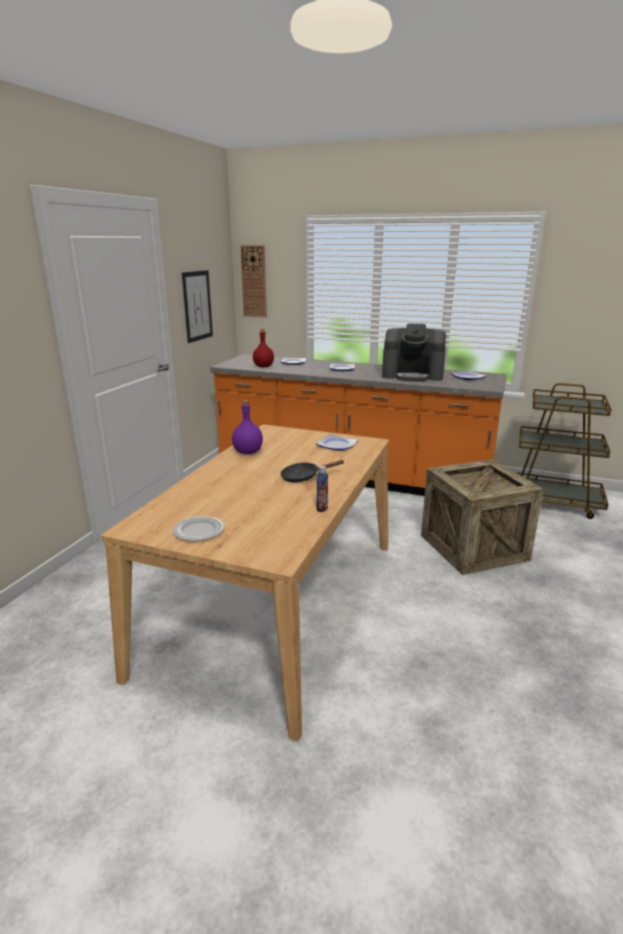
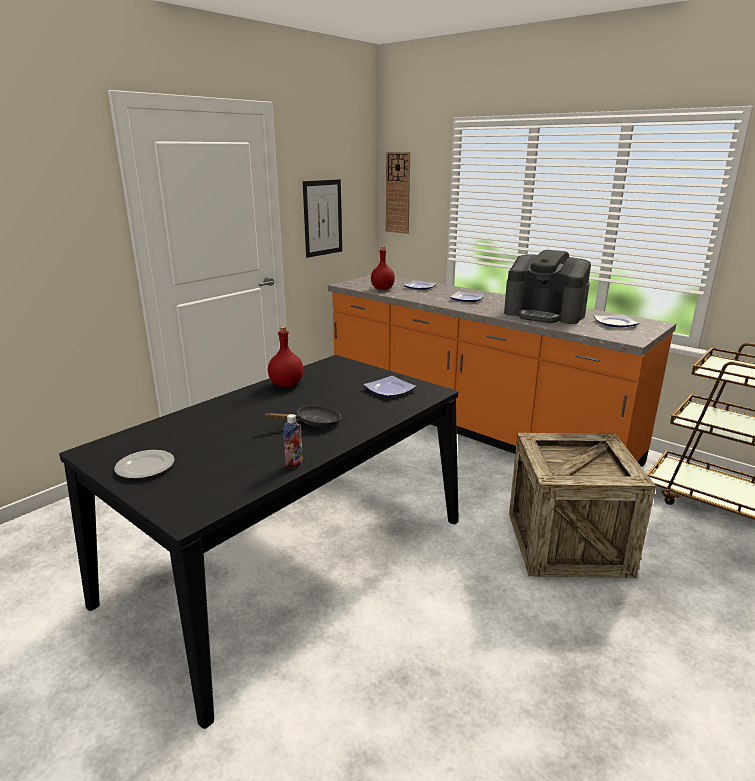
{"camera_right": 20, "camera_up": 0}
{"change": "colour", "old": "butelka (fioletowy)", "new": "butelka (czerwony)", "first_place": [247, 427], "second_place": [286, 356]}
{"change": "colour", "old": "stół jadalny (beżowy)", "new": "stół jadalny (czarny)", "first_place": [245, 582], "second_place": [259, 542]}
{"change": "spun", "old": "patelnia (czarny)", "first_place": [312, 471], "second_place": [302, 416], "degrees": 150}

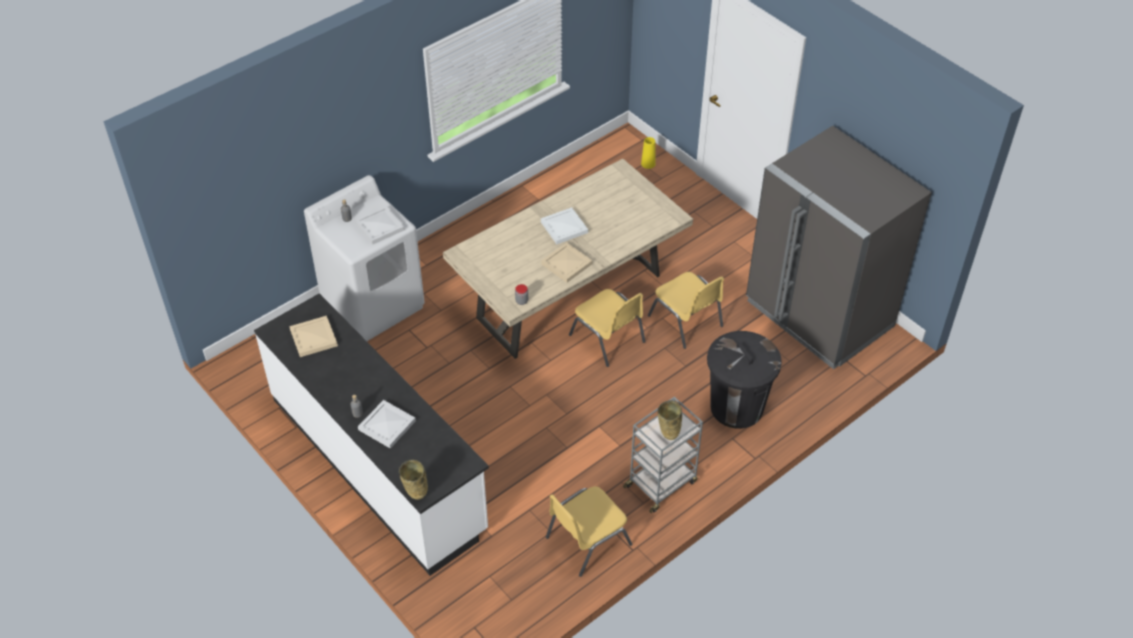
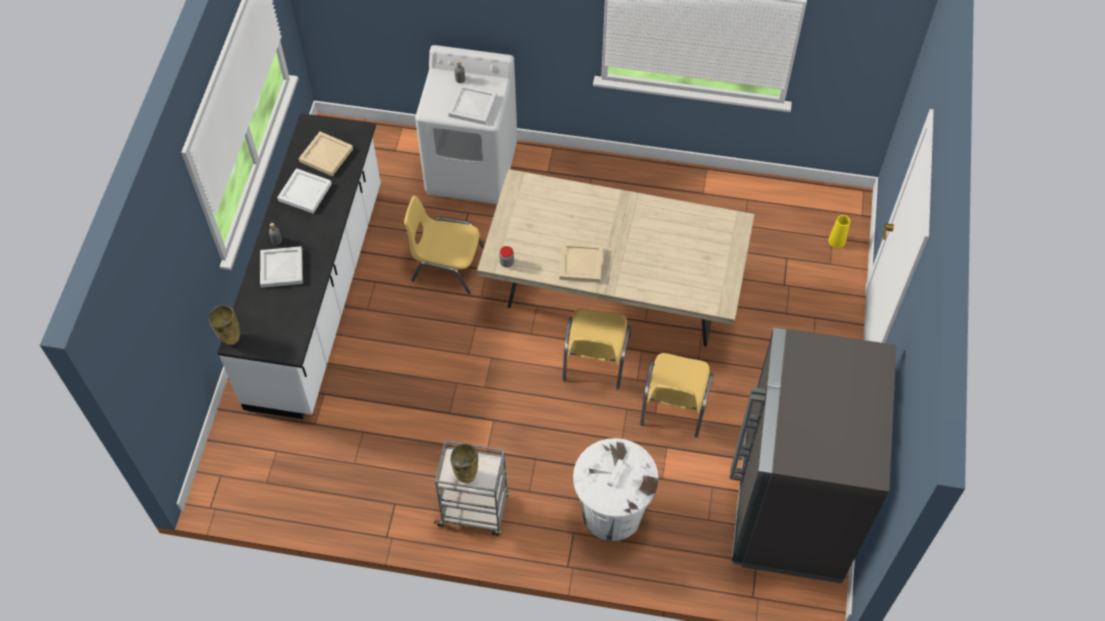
{"camera_right": 50, "camera_up": 10}
{"change": "relocated", "old": "taca (biały)", "first_place": [564, 225], "second_place": [304, 190]}
{"change": "colour", "old": "kosz na śmieci (czarny)", "new": "kosz na śmieci (biały)", "first_place": [744, 380], "second_place": [615, 489]}
{"change": "relocated", "old": "krzesło (żółty)", "first_place": [589, 531], "second_place": [444, 245]}

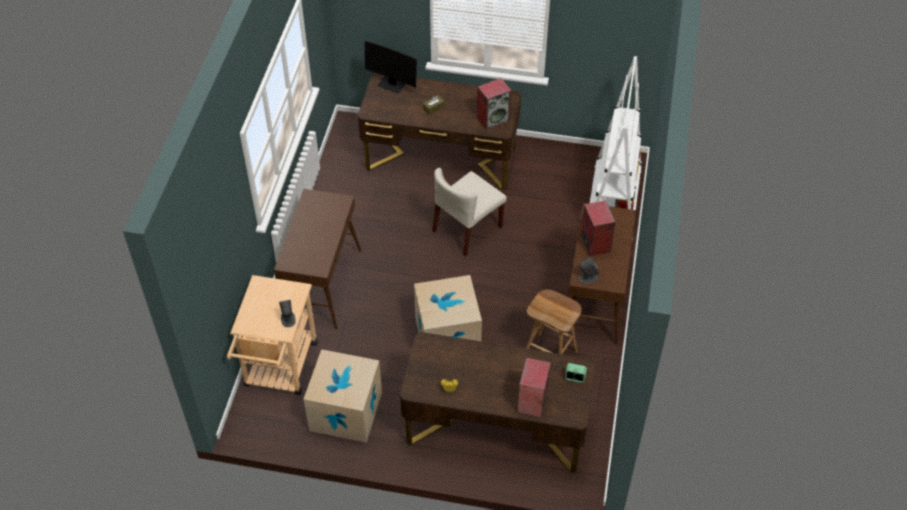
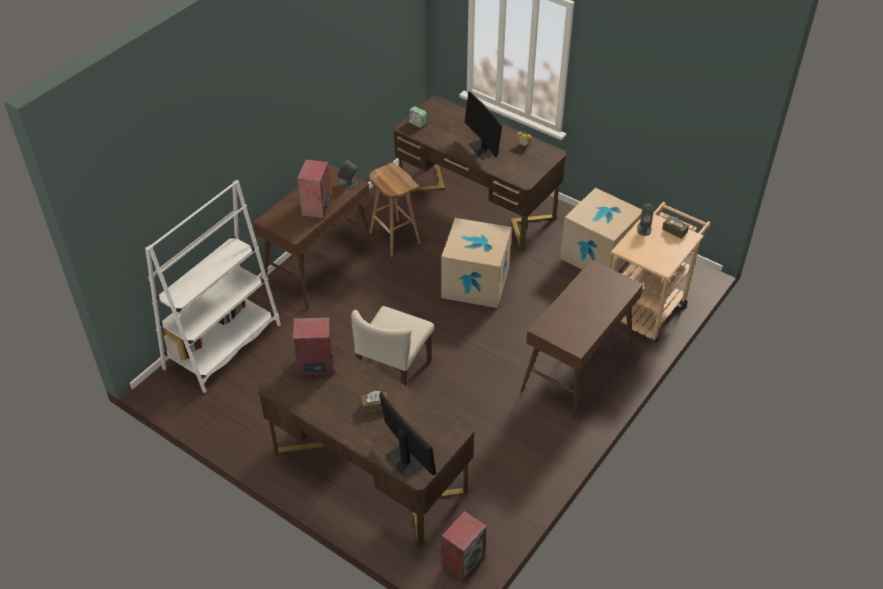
{"camera_right": -155, "camera_up": -5}
{"change": "spun", "old": "krzesło (beżowy)", "first_place": [469, 212], "second_place": [392, 346], "degrees": 135}
{"change": "relocated", "old": "głośnik", "first_place": [534, 387], "second_place": [463, 546]}
{"change": "appeared", "new": "monitor", "second_place": [483, 125]}
{"change": "appeared", "new": "pudełko chusteczek (brązowy)", "second_place": [675, 227]}

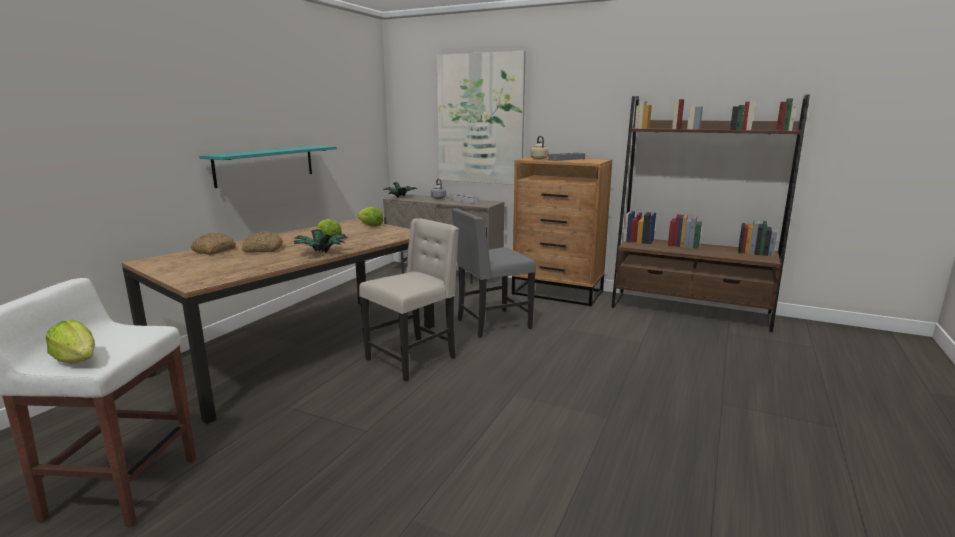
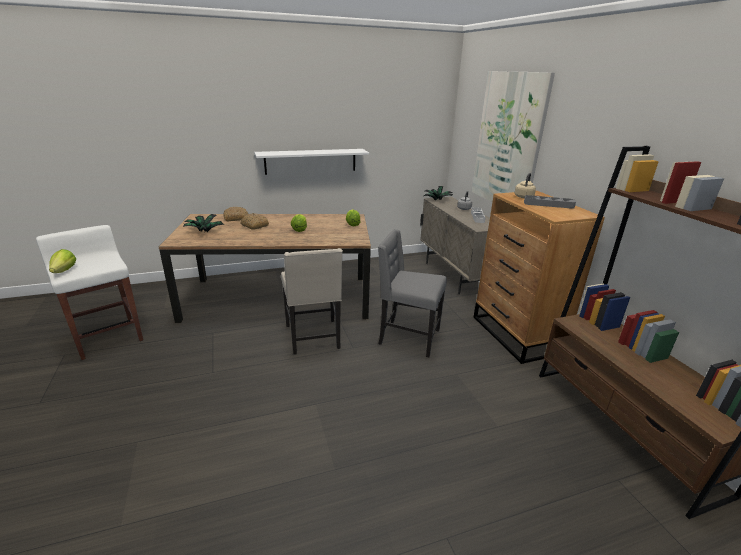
{"camera_right": 45, "camera_up": 10}
{"change": "colour", "old": "półka (turkusowy)", "new": "półka (biały)", "first_place": [268, 167], "second_place": [311, 162]}
{"change": "spun", "old": "krzesło (beżowy)", "first_place": [409, 299], "second_place": [312, 301], "degrees": 75}
{"change": "relocated", "old": "roślina doniczkowa", "first_place": [320, 241], "second_place": [203, 223]}

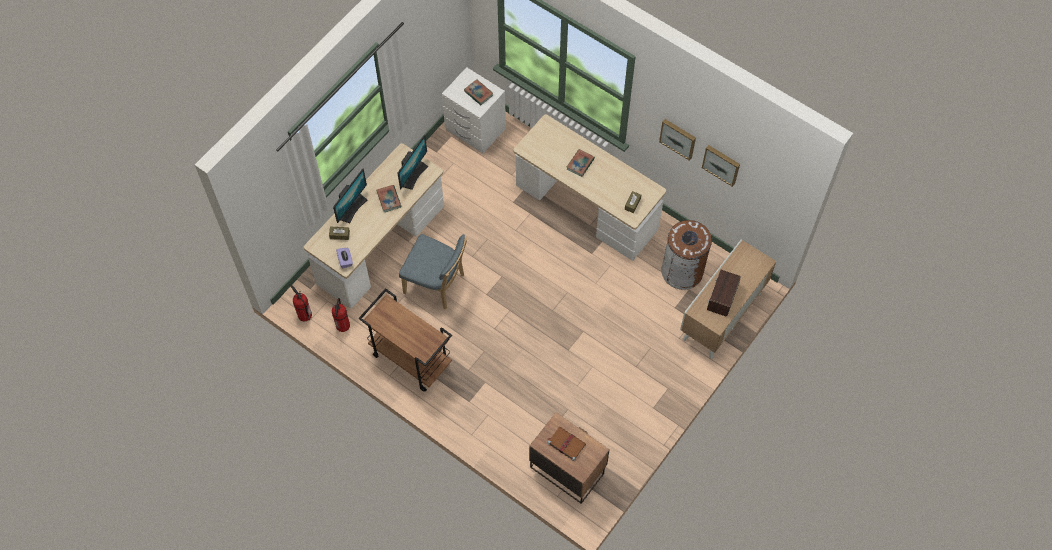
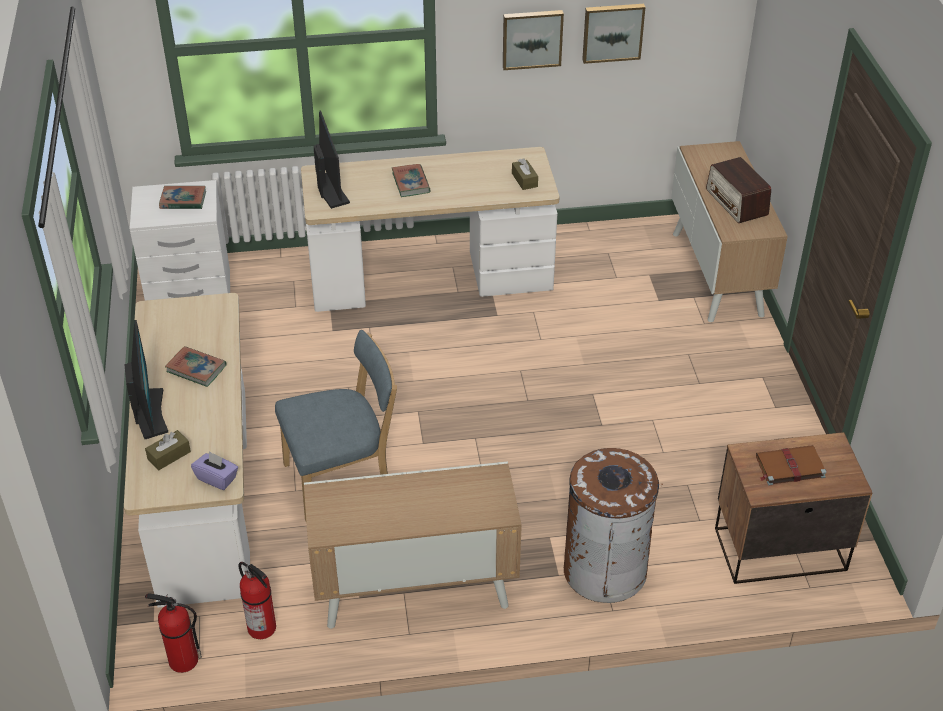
{"camera_right": -45, "camera_up": -20}
{"change": "relocated", "old": "monitor", "first_place": [413, 162], "second_place": [332, 160]}
{"change": "relocated", "old": "kosz na śmieci (brązowy)", "first_place": [686, 255], "second_place": [613, 525]}
{"change": "exchanged", "old": "wózek (brązowy)", "new": "szafka", "first_place": [405, 340], "second_place": [413, 545]}

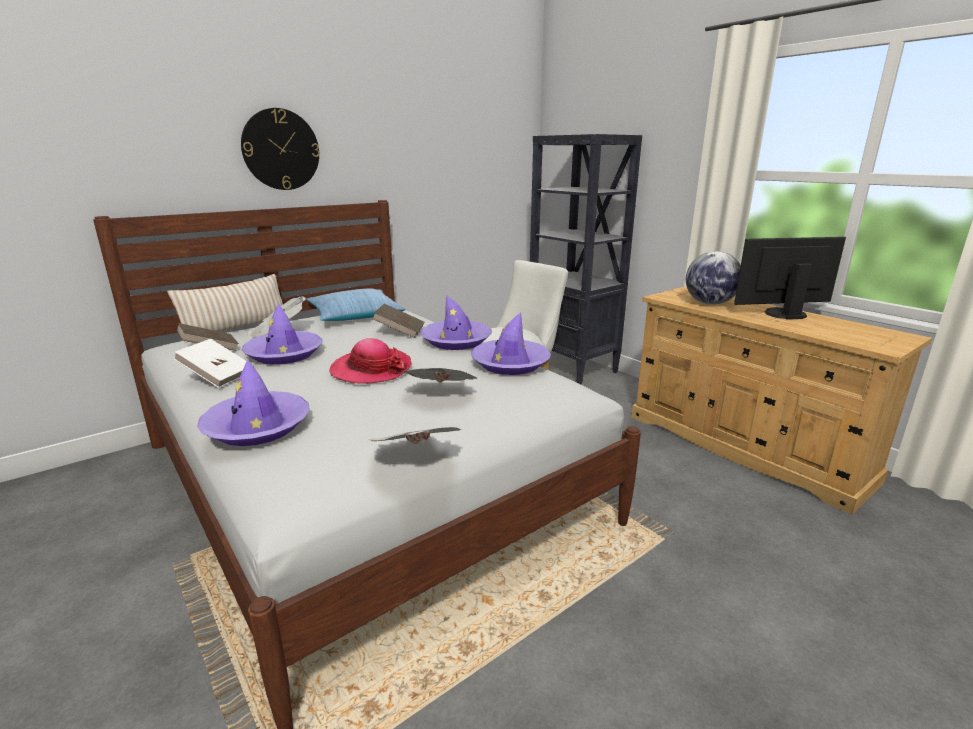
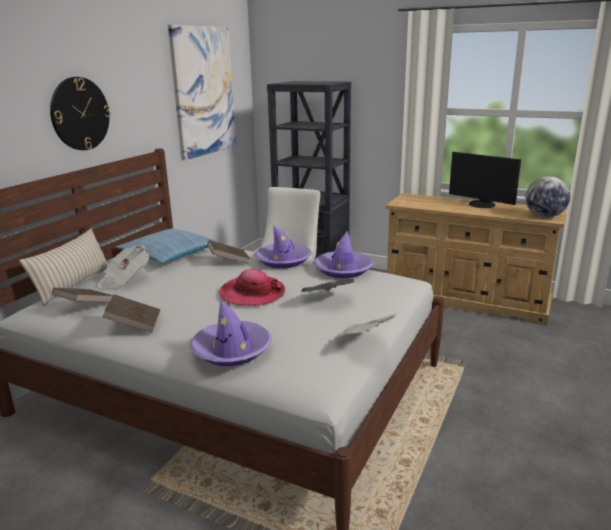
{"camera_right": -25, "camera_up": 0}
{"change": "spun", "old": "monitor", "first_place": [790, 278], "second_place": [485, 180], "degrees": -105}
{"change": "relocated", "old": "globus", "first_place": [713, 278], "second_place": [547, 197]}
{"change": "missing", "old": "kapelusz (fioletowy)", "first_place": [282, 334]}
{"change": "colour", "old": "książka (biały)", "new": "książka (brązowy)", "first_place": [214, 363], "second_place": [131, 313]}
{"change": "appeared", "new": "obraz", "second_place": [202, 92]}

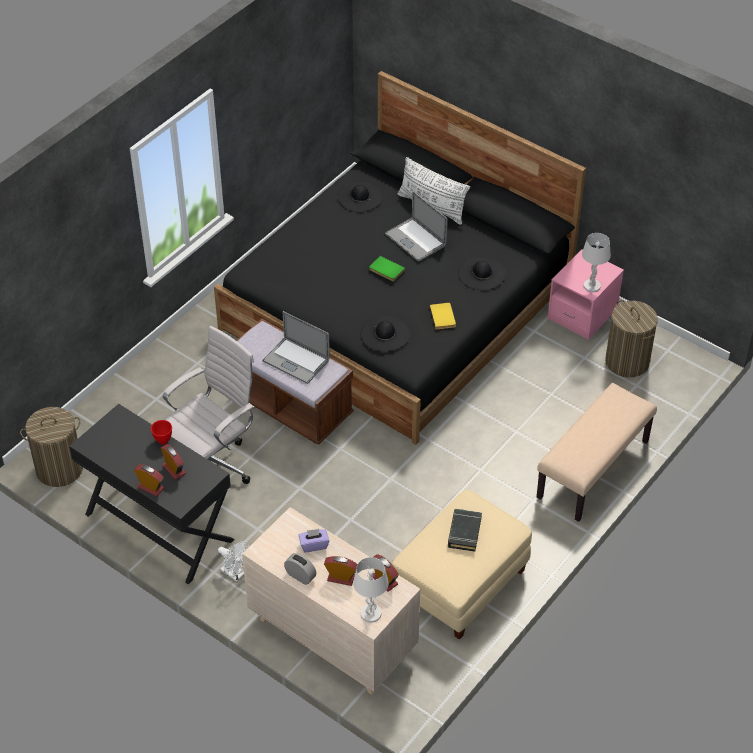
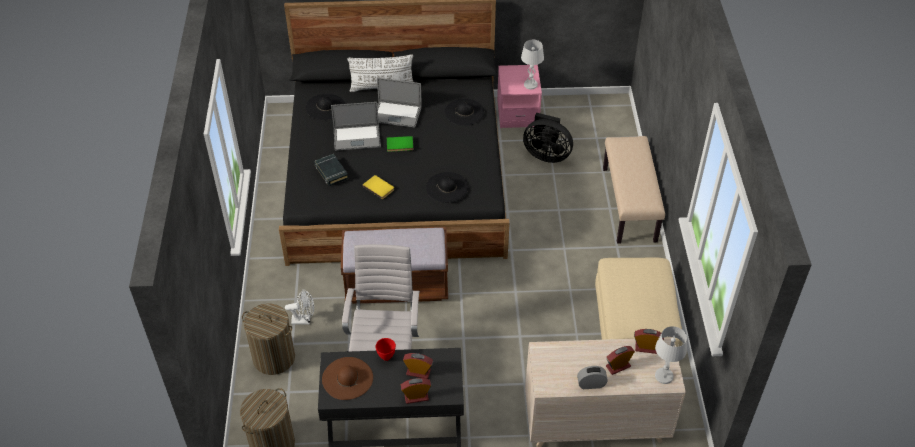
{"camera_right": -40, "camera_up": 0}
{"change": "relocated", "old": "kosz na pranie", "first_place": [631, 338], "second_place": [268, 339]}
{"change": "relocated", "old": "książka (żółty)", "first_place": [443, 316], "second_place": [378, 187]}
{"change": "relocated", "old": "laptop", "first_place": [296, 347], "second_place": [356, 126]}
{"change": "relocated", "old": "książka (czarny)", "first_place": [465, 530], "second_place": [331, 170]}
{"change": "missing", "old": "pudełko chusteczek (fioletowy)", "first_place": [314, 540]}
{"change": "relocated", "old": "wentylator (biały)", "first_place": [234, 561], "second_place": [299, 307]}
{"change": "appeared", "new": "wentylator (czarny)", "second_place": [548, 137]}
{"change": "appeared", "new": "kapelusz (brązowy)", "second_place": [347, 378]}

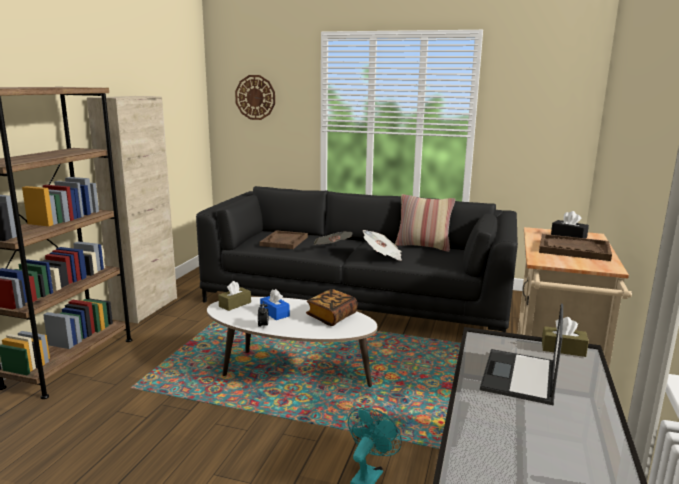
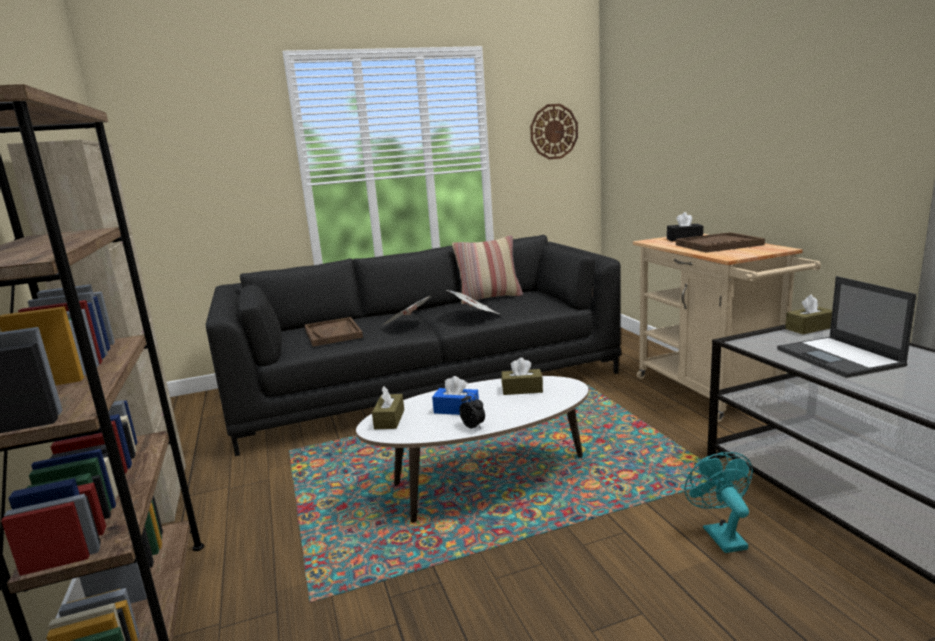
{"camera_right": -35, "camera_up": 0}
{"change": "relocated", "old": "zegar ścienny", "first_place": [255, 97], "second_place": [554, 132]}
{"change": "exchanged", "old": "książka", "new": "pudełko chusteczek (brązowy)", "first_place": [332, 307], "second_place": [522, 376]}

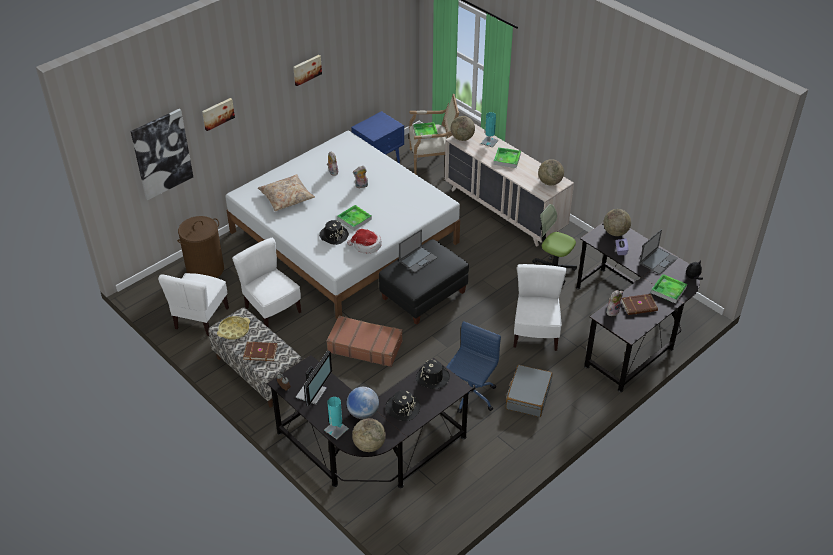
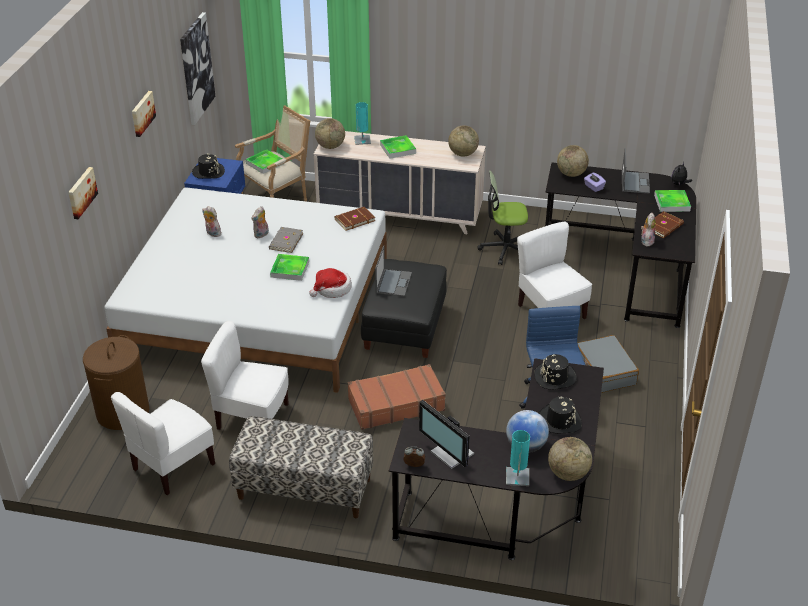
{"camera_right": -35, "camera_up": -5}
{"change": "relocated", "old": "obraz", "first_place": [162, 154], "second_place": [197, 68]}
{"change": "missing", "old": "poduszka (beżowy)", "first_place": [286, 192]}
{"change": "relocated", "old": "kapelusz (czarny)", "first_place": [334, 232], "second_place": [208, 166]}
{"change": "spun", "old": "krzesło (biały)", "first_place": [193, 304], "second_place": [163, 443], "degrees": 60}
{"change": "missing", "old": "taca (żółty)", "first_place": [233, 327]}
{"change": "relocated", "old": "książka (brązowy)", "first_place": [260, 351], "second_place": [354, 219]}
{"change": "spun", "old": "monitor", "first_place": [314, 378], "second_place": [446, 434], "degrees": 150}
{"change": "appeared", "new": "książka (szary)", "second_place": [286, 240]}

